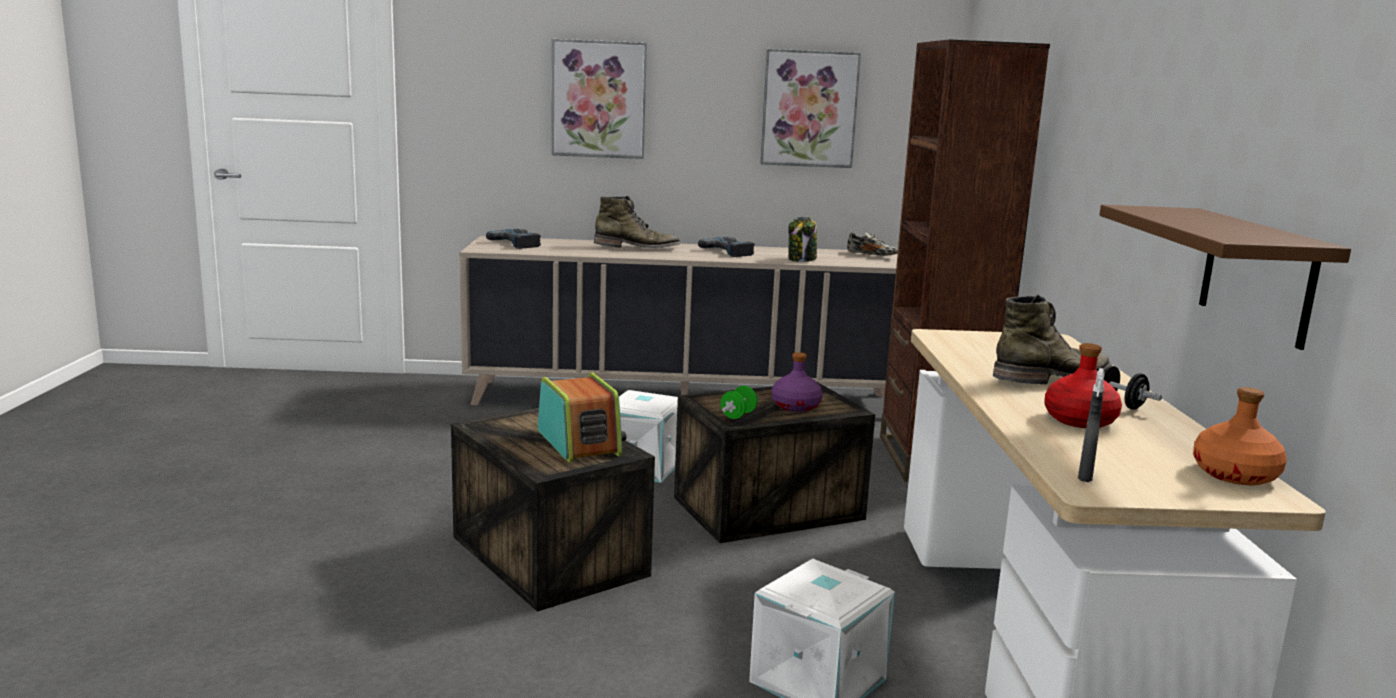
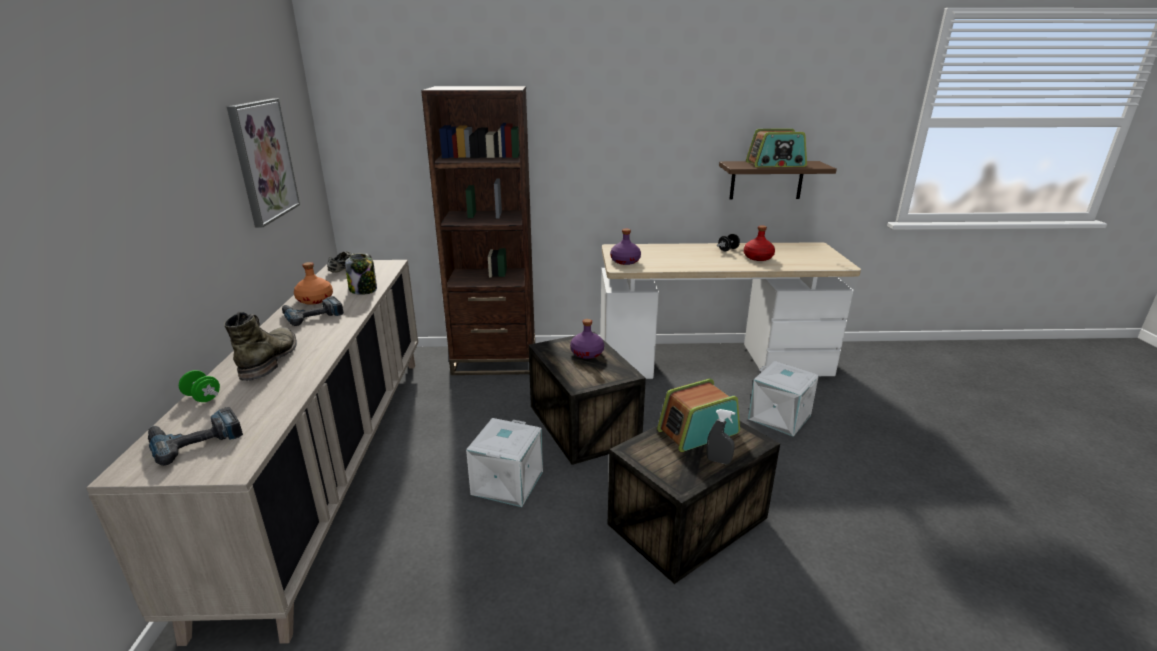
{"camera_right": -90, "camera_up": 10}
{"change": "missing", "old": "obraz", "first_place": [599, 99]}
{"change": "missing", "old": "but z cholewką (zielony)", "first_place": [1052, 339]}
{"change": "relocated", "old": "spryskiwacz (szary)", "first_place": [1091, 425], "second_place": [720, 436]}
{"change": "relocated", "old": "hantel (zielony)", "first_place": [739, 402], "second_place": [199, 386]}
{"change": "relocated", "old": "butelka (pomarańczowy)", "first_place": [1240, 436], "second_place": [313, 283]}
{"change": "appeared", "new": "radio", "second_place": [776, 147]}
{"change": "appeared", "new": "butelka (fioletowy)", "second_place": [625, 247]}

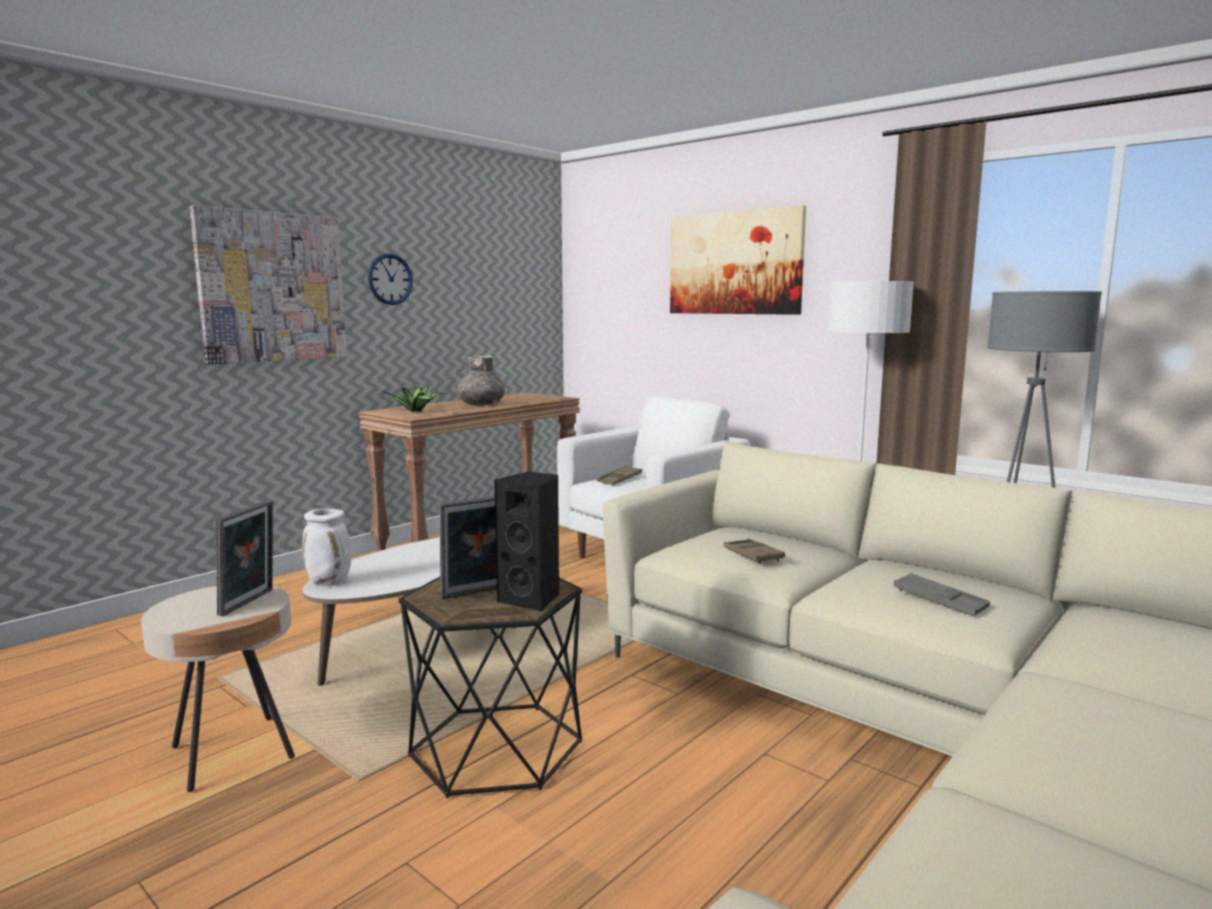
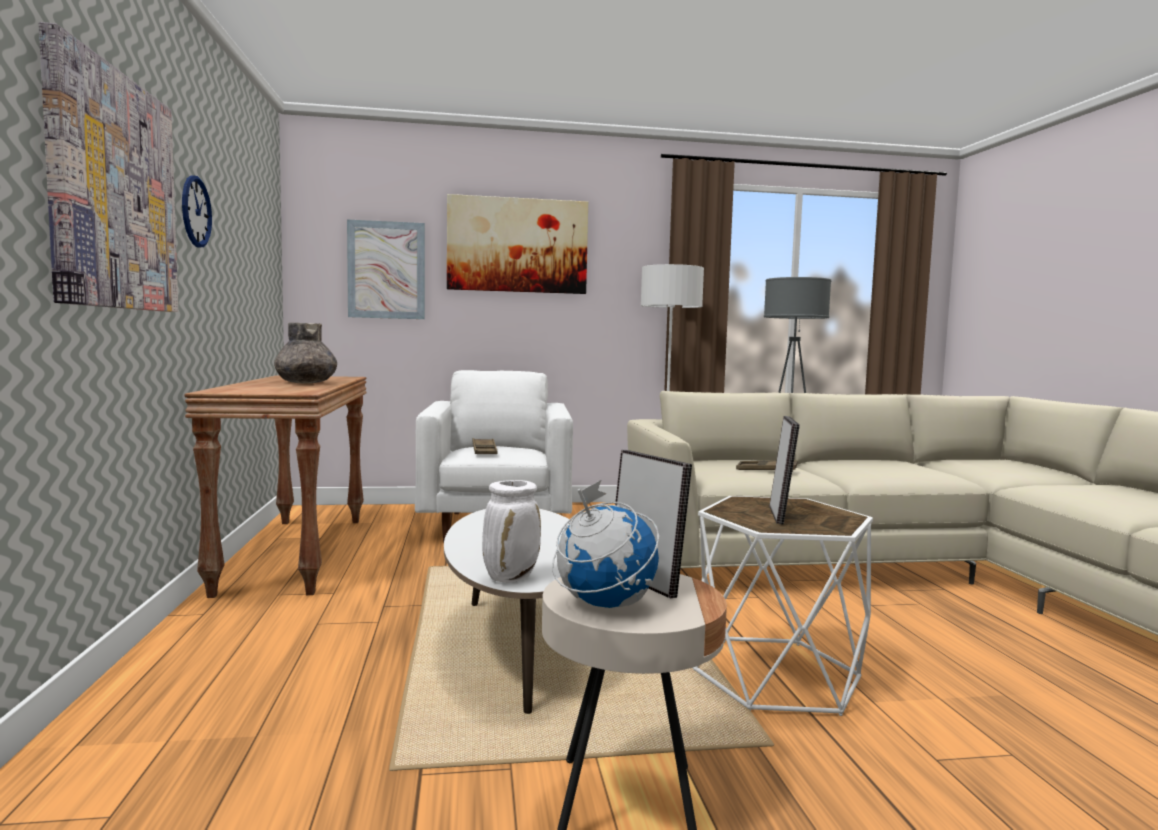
{"camera_right": -50, "camera_up": -5}
{"change": "missing", "old": "roślina doniczkowa", "first_place": [414, 398]}
{"change": "missing", "old": "głośnik (czarny)", "first_place": [526, 541]}
{"change": "missing", "old": "taca (szary)", "first_place": [942, 594]}
{"change": "colour", "old": "stolik (czarny)", "new": "stolik (biały)", "first_place": [490, 687], "second_place": [783, 606]}
{"change": "appeared", "new": "obraz", "second_place": [386, 269]}
{"change": "appeared", "new": "globus", "second_place": [605, 544]}

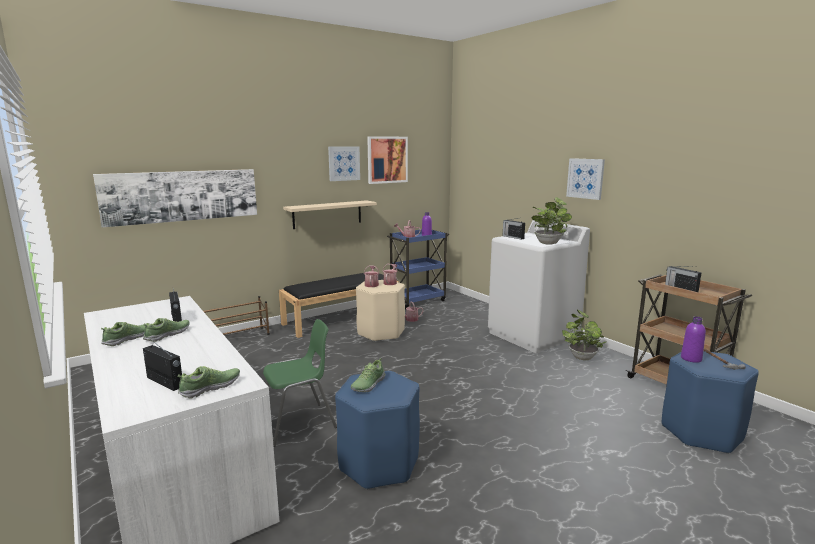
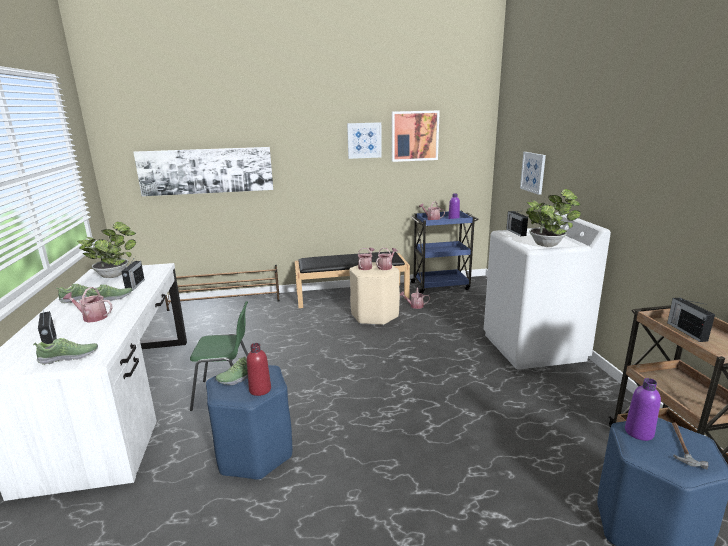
{"camera_right": 25, "camera_up": 5}
{"change": "relocated", "old": "obraz", "first_place": [585, 179], "second_place": [533, 173]}
{"change": "missing", "old": "półka (beżowy)", "first_place": [330, 214]}
{"change": "relocated", "old": "roślina doniczkowa", "first_place": [584, 335], "second_place": [106, 250]}
{"change": "appeared", "new": "konewka", "second_place": [88, 304]}
{"change": "appeared", "new": "butelka (czerwony)", "second_place": [259, 369]}

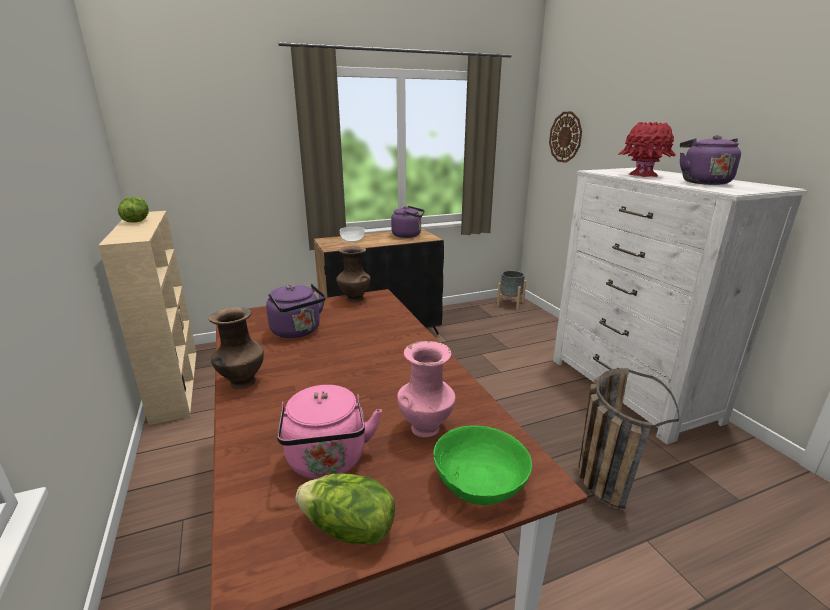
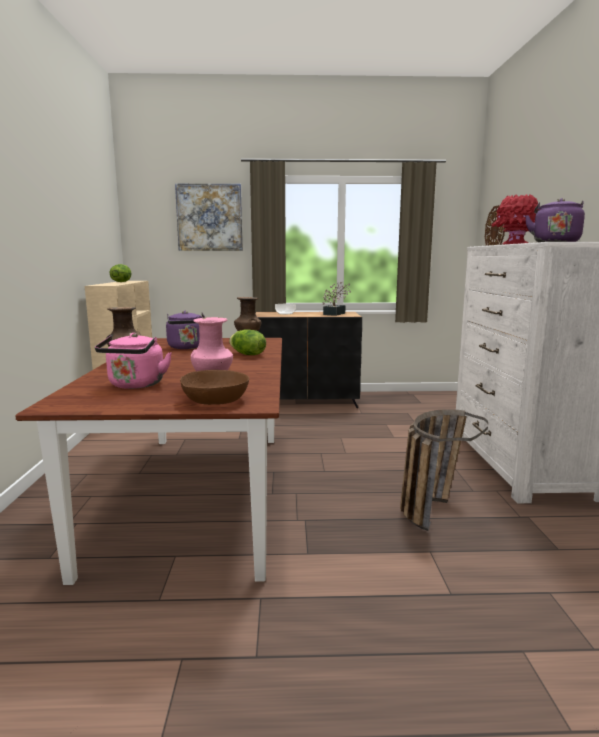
{"camera_right": 20, "camera_up": -10}
{"change": "exchanged", "old": "czajnik (fioletowy)", "new": "roślina doniczkowa", "first_place": [408, 222], "second_place": [337, 299]}
{"change": "missing", "old": "donica (szary)", "first_place": [511, 290]}
{"change": "colour", "old": "miska (zielony)", "new": "miska (brązowy)", "first_place": [483, 465], "second_place": [214, 387]}
{"change": "relocated", "old": "sałata", "first_place": [345, 509], "second_place": [247, 342]}
{"change": "appeared", "new": "obraz", "second_place": [209, 217]}

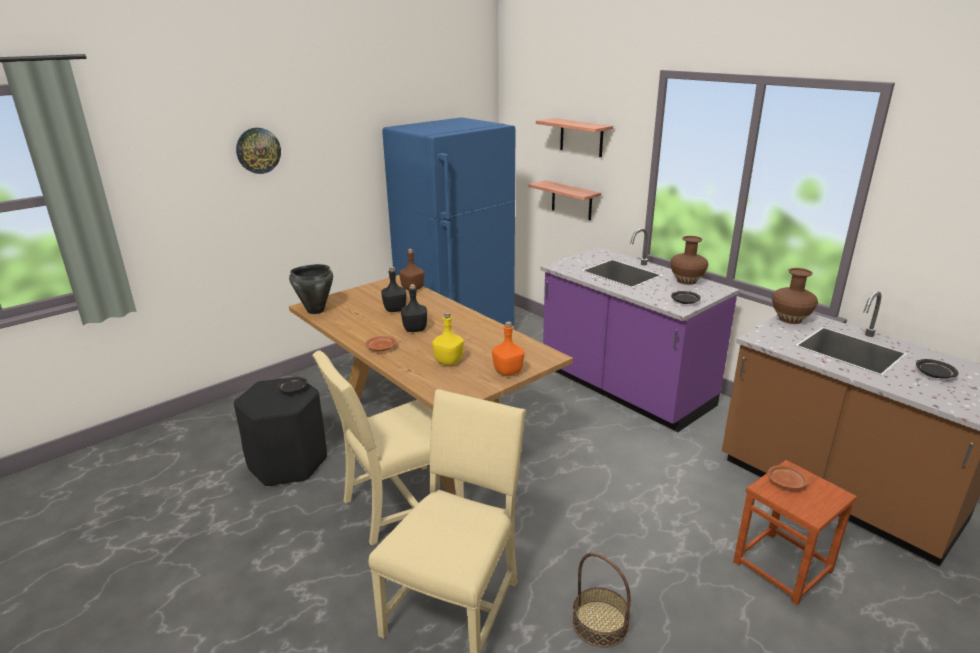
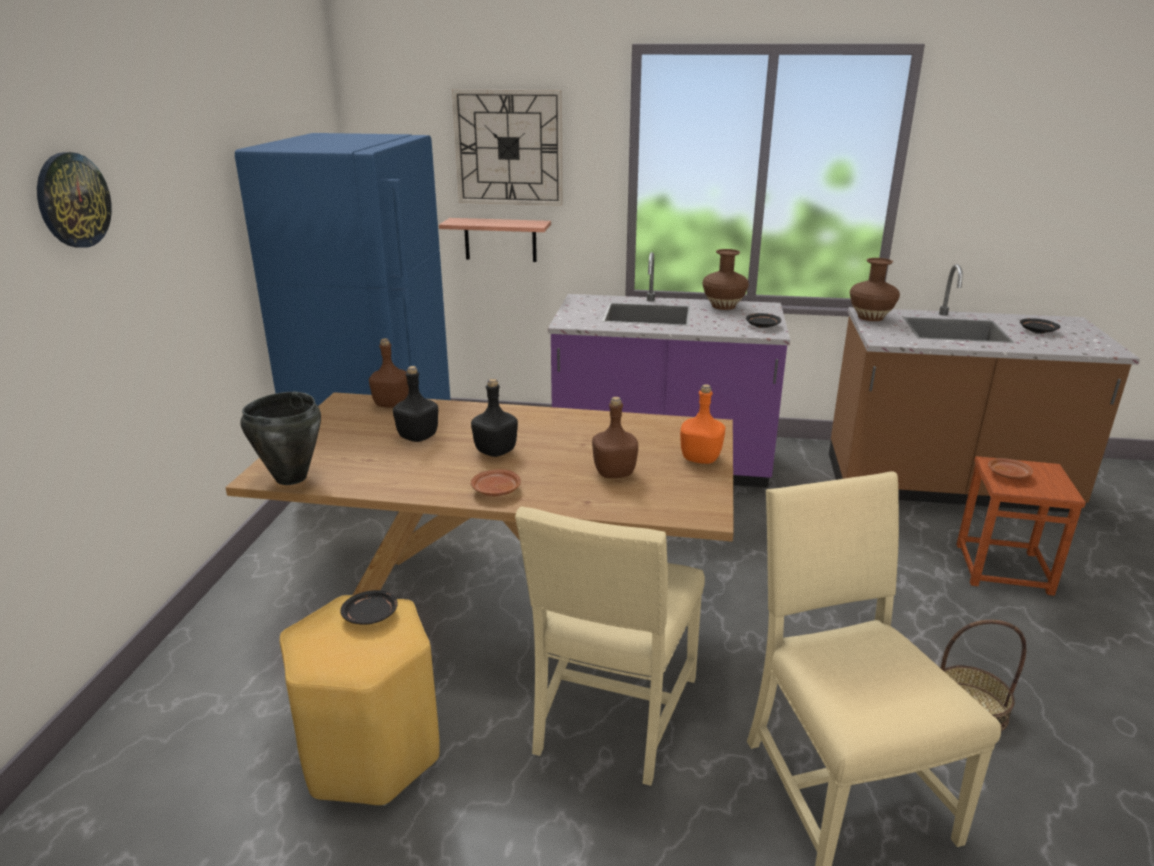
{"camera_right": -40, "camera_up": 0}
{"change": "exchanged", "old": "półka", "new": "zegar ścienny", "first_place": [574, 137], "second_place": [507, 147]}
{"change": "colour", "old": "butelka (żółty)", "new": "butelka (brązowy)", "first_place": [448, 338], "second_place": [615, 437]}
{"change": "colour", "old": "stołek (czarny)", "new": "stołek (żółty)", "first_place": [280, 432], "second_place": [360, 700]}

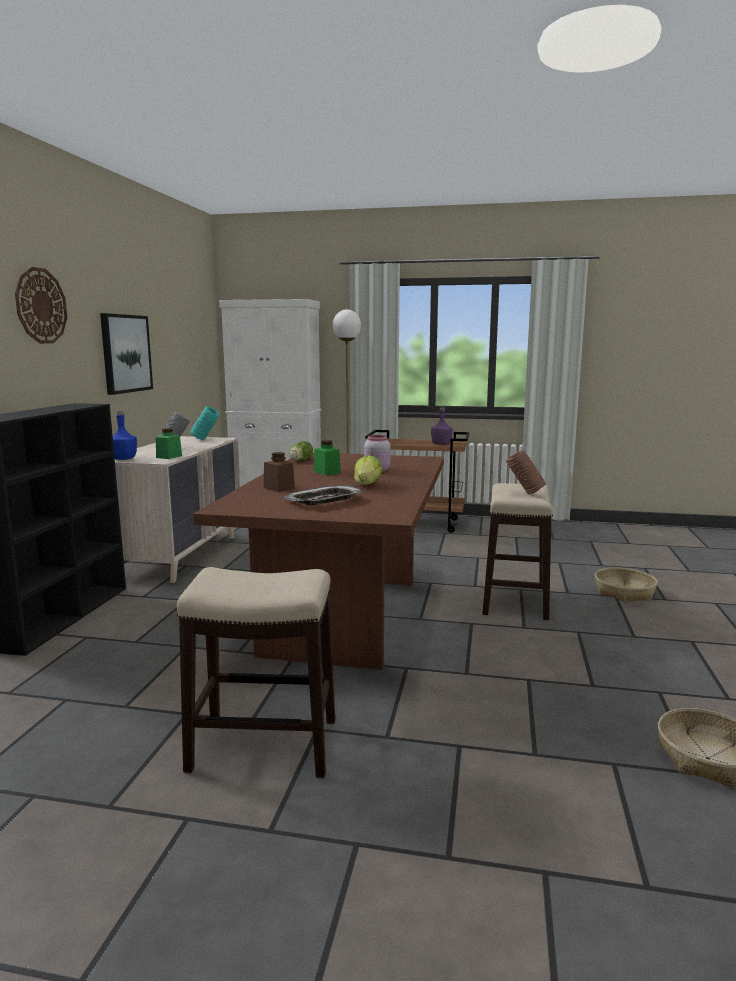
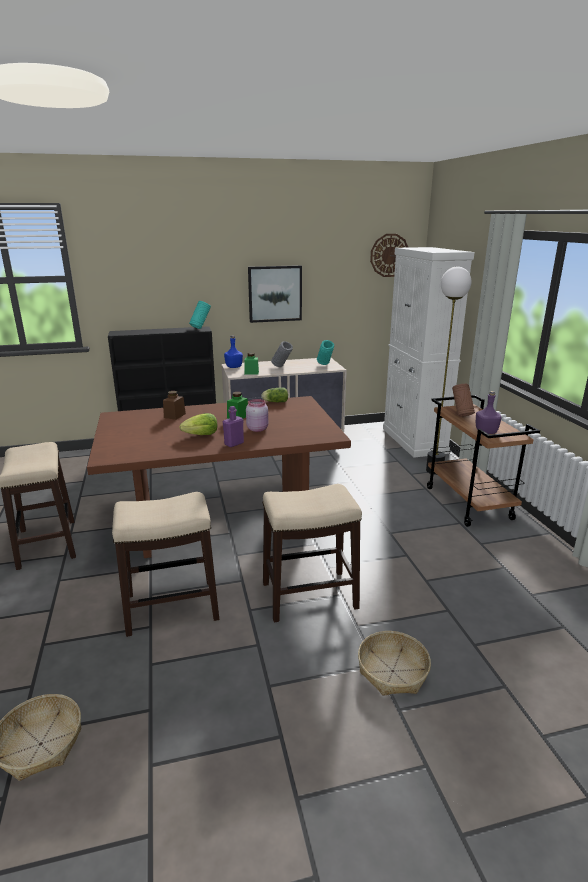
{"camera_right": 65, "camera_up": 10}
{"change": "relocated", "old": "zegar ścienny", "first_place": [41, 305], "second_place": [389, 255]}
{"change": "relocated", "old": "wazon (brązowy)", "first_place": [526, 472], "second_place": [463, 400]}
{"change": "missing", "old": "taca", "first_place": [323, 495]}
{"change": "appeared", "new": "wazon (turkusowy)", "second_place": [200, 315]}
{"change": "appeared", "new": "butelka (fioletowy)", "second_place": [233, 426]}
{"change": "appeared", "new": "stołek", "second_place": [165, 564]}

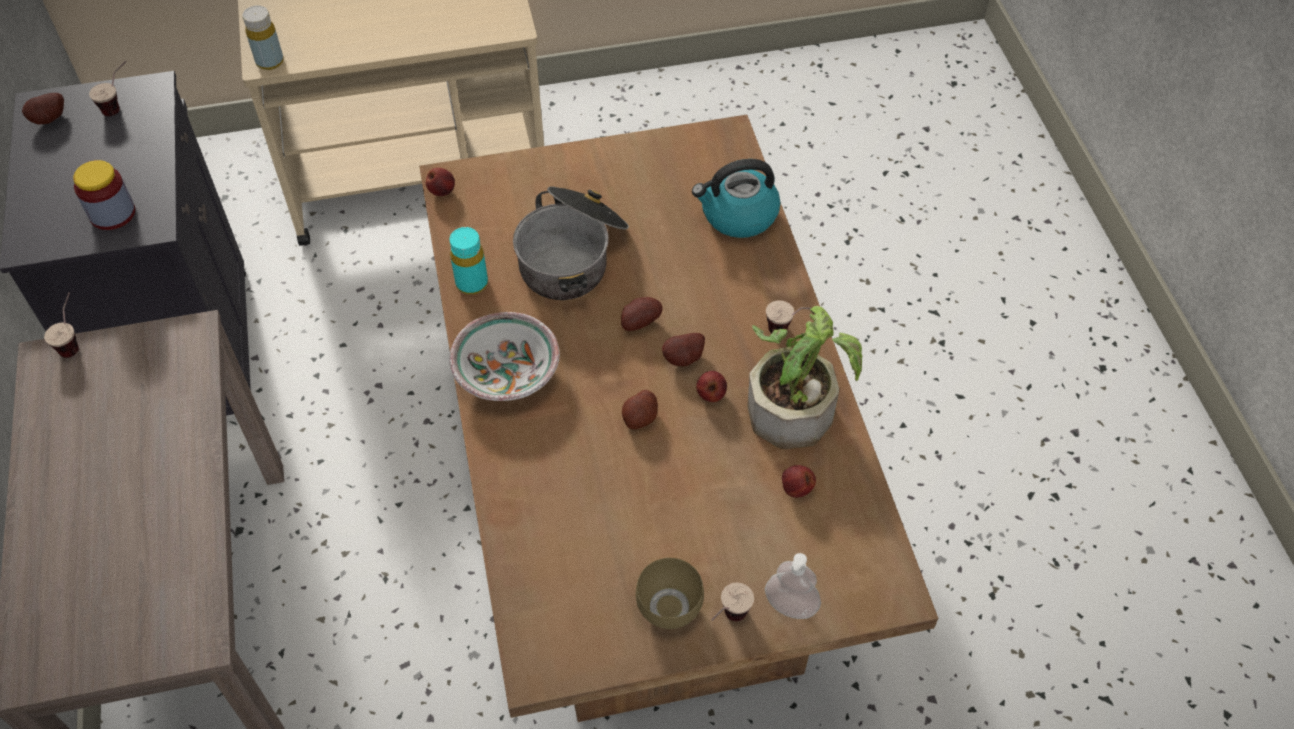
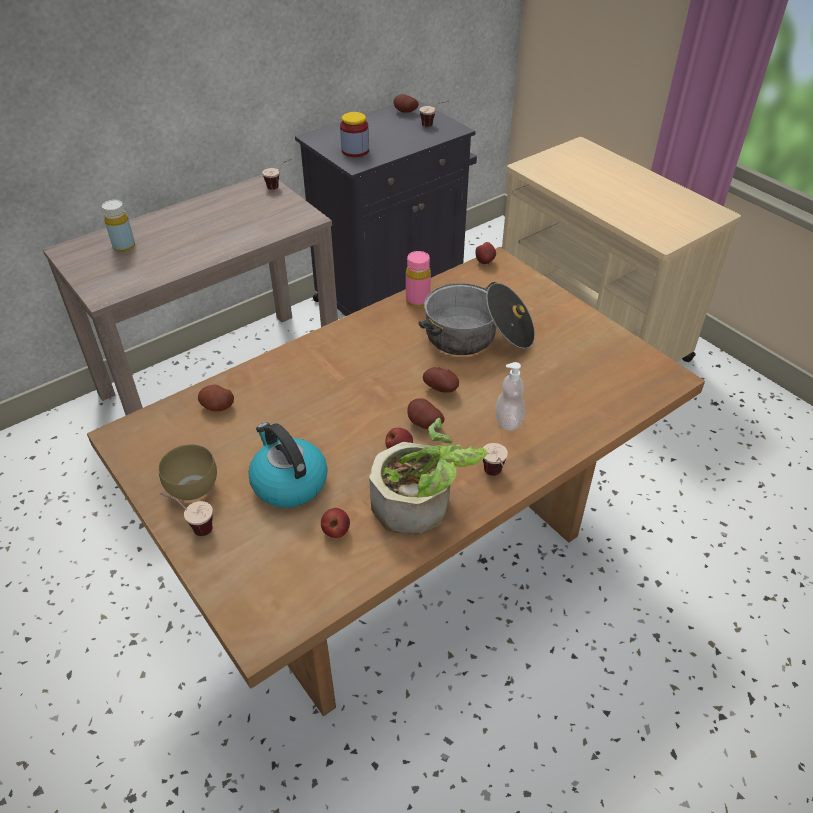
{"camera_right": 65, "camera_up": -10}
{"change": "relocated", "old": "butelka (żółty)", "first_place": [263, 37], "second_place": [118, 226]}
{"change": "relocated", "old": "czajnik", "first_place": [736, 198], "second_place": [288, 465]}
{"change": "colour", "old": "butelka (turkusowy)", "new": "butelka (różowy)", "first_place": [468, 261], "second_place": [418, 279]}
{"change": "missing", "old": "miska", "first_place": [505, 356]}
{"change": "relocated", "old": "ziemniak", "first_place": [640, 409], "second_place": [216, 398]}
{"change": "relocated", "old": "dozownik mydła", "first_place": [793, 586], "second_place": [510, 396]}

